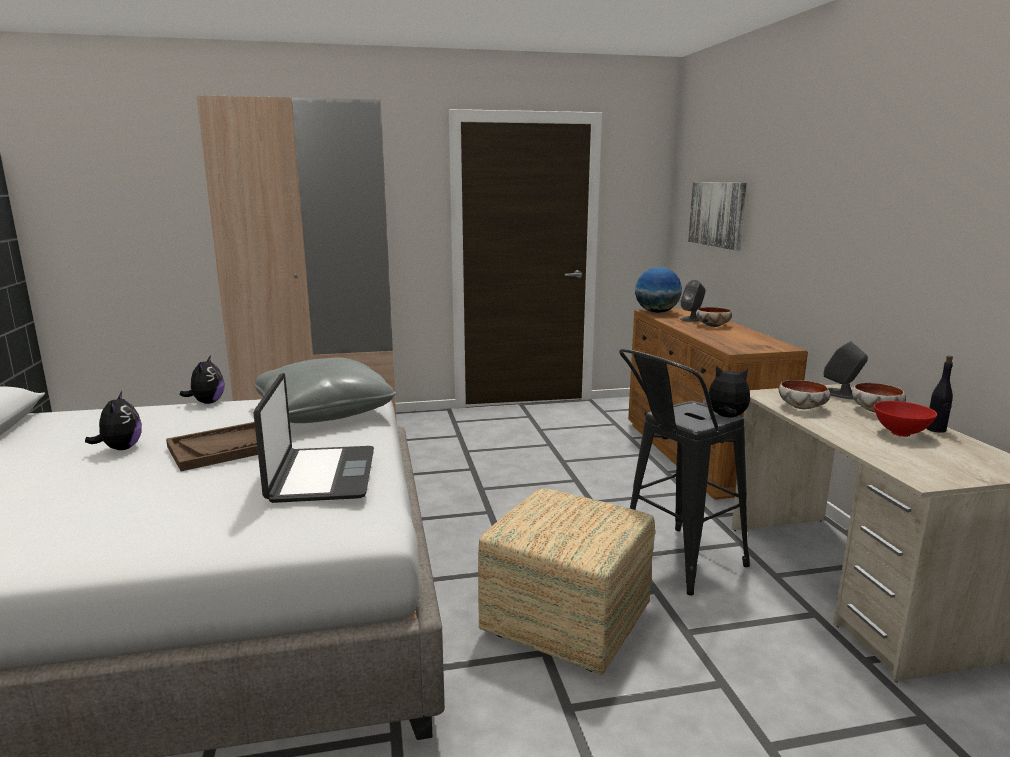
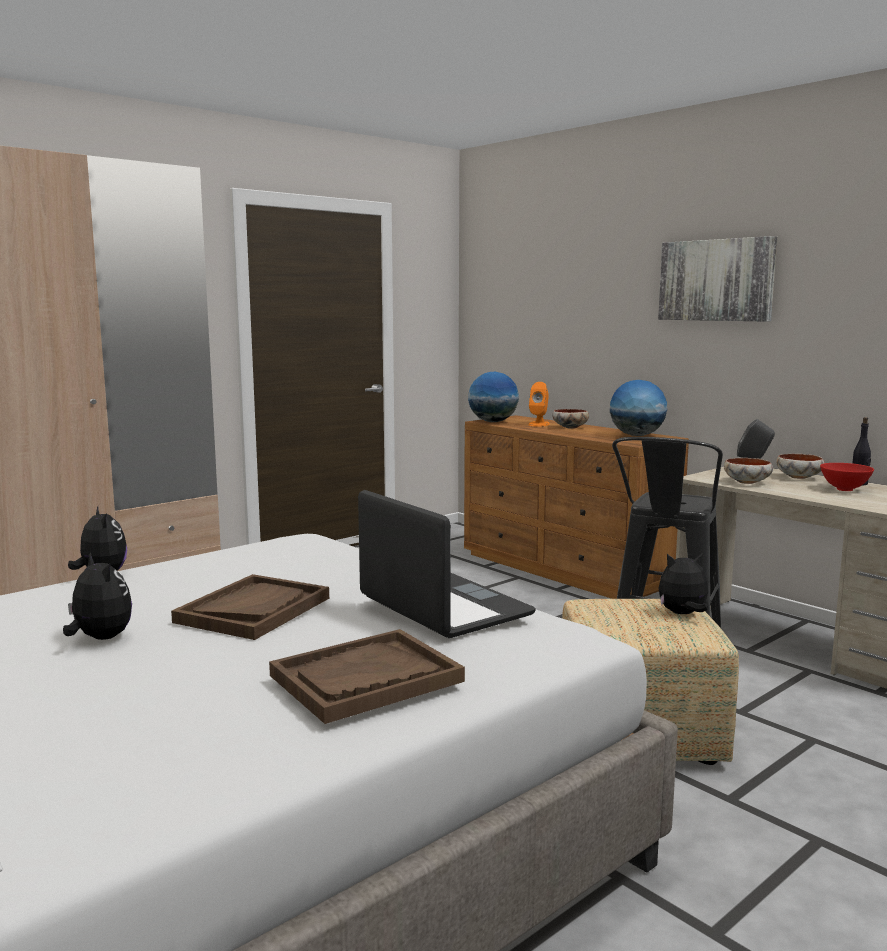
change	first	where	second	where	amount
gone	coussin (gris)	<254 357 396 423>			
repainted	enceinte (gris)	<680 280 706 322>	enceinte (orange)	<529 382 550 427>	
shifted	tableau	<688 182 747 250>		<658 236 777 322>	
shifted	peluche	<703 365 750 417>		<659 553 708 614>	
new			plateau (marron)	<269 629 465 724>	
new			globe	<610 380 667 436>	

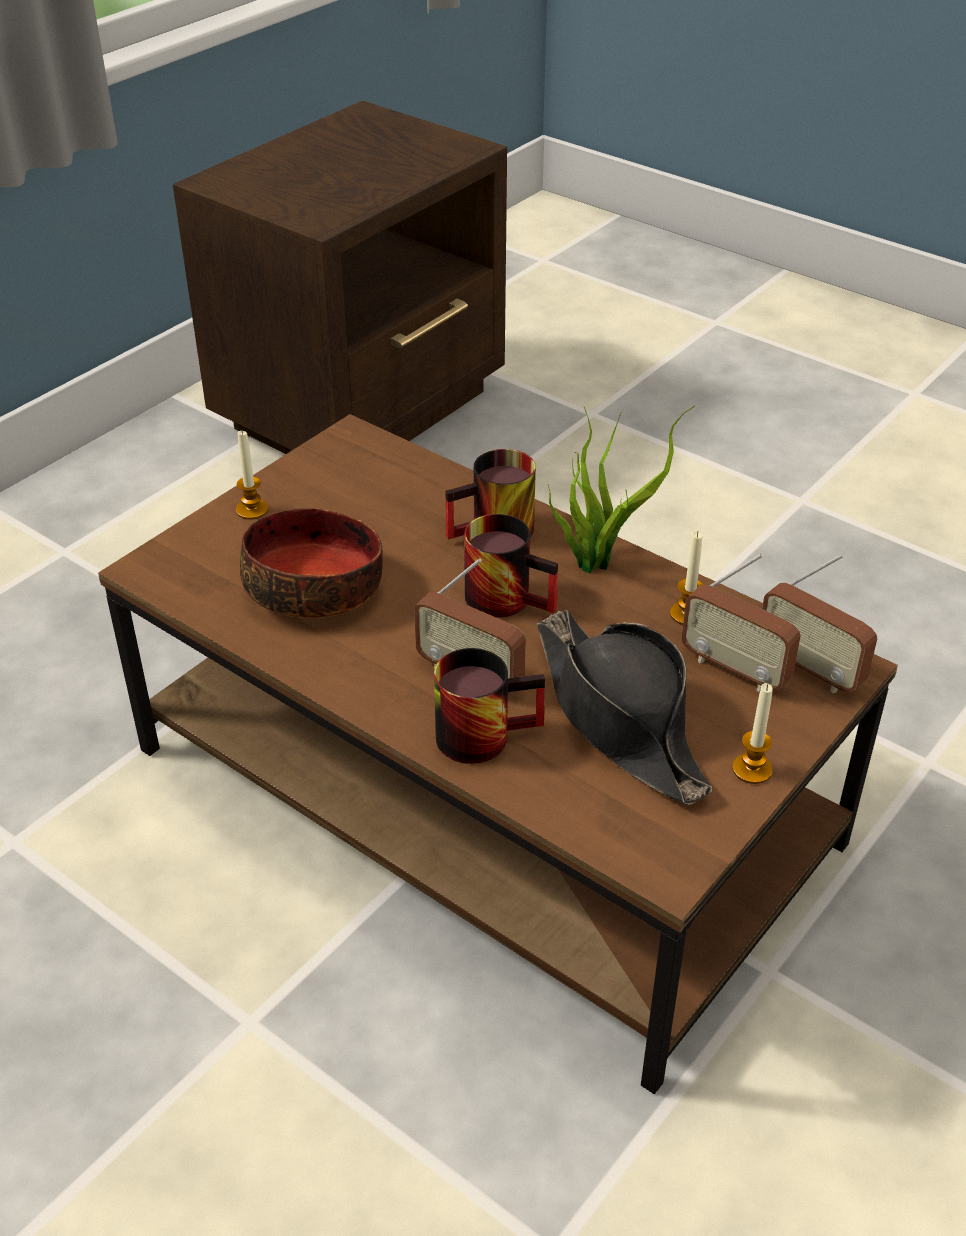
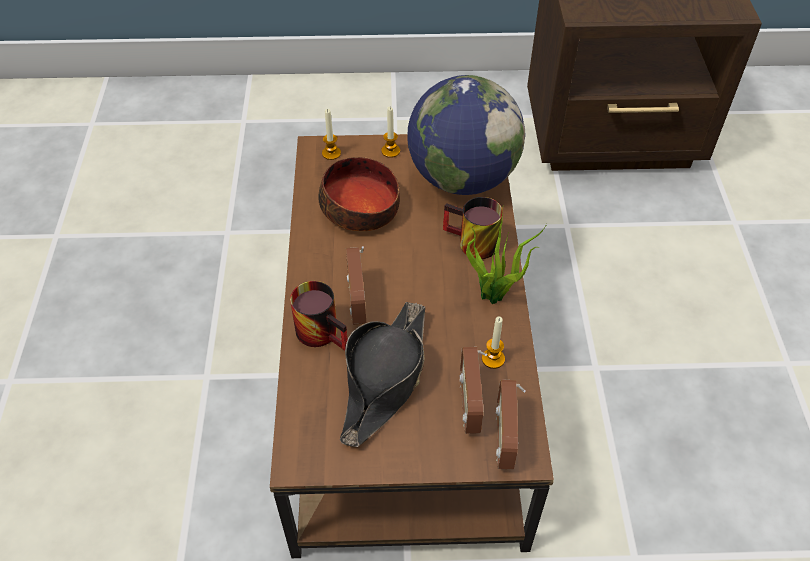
change	first	where	second	where	amount
gone	mug	<464 514 558 618>			
shifted	bougie	<732 683 773 784>		<322 109 341 160>	
new			globe	<407 75 525 195>	

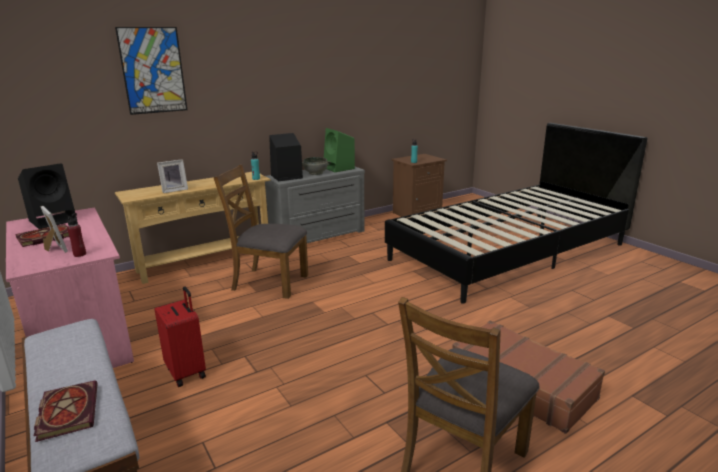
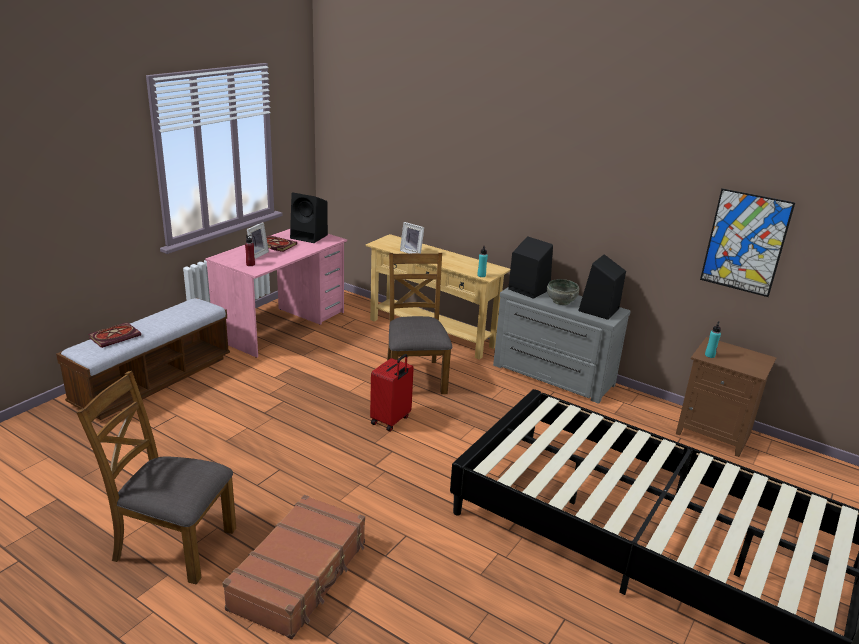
change	first	where	second	where	amount
shifted	tableau	<115 27 187 115>		<700 188 795 297>	
shifted	valise (rouge)	<154 286 206 387>		<370 354 414 432>	
repainted	enceinte (vert)	<324 128 355 172>	enceinte (noir)	<578 254 626 320>	

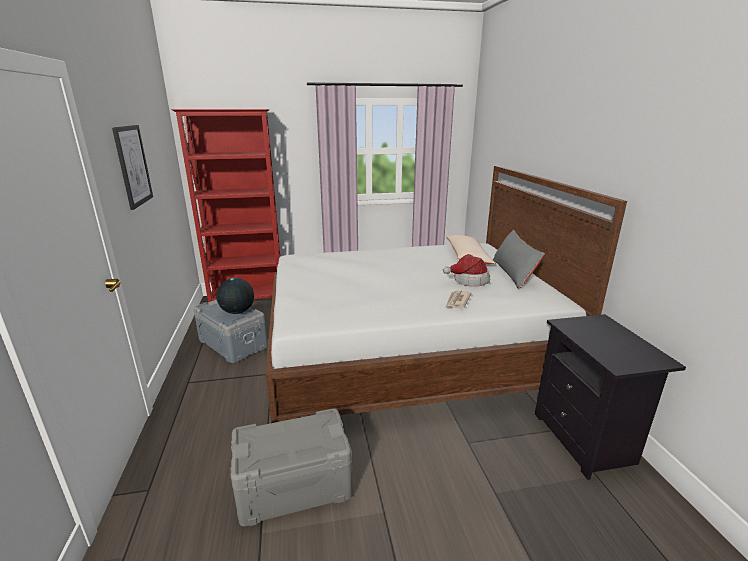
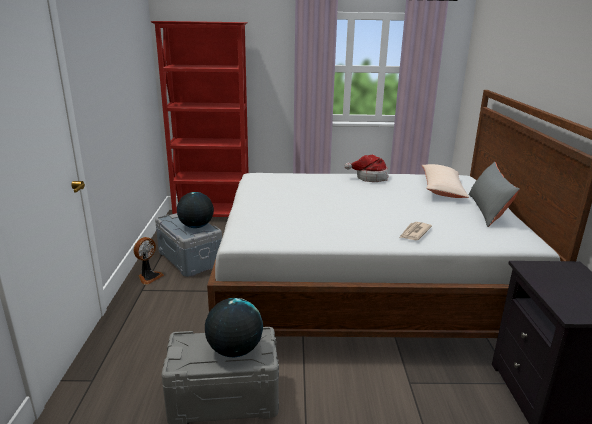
change	first	where	second	where	amount
gone	tableau	<112 125 153 210>			
shifted	chapeau	<443 254 490 286>		<345 154 388 182>	
new			ventilateur	<134 237 164 284>	
new			globe	<205 298 263 357>	

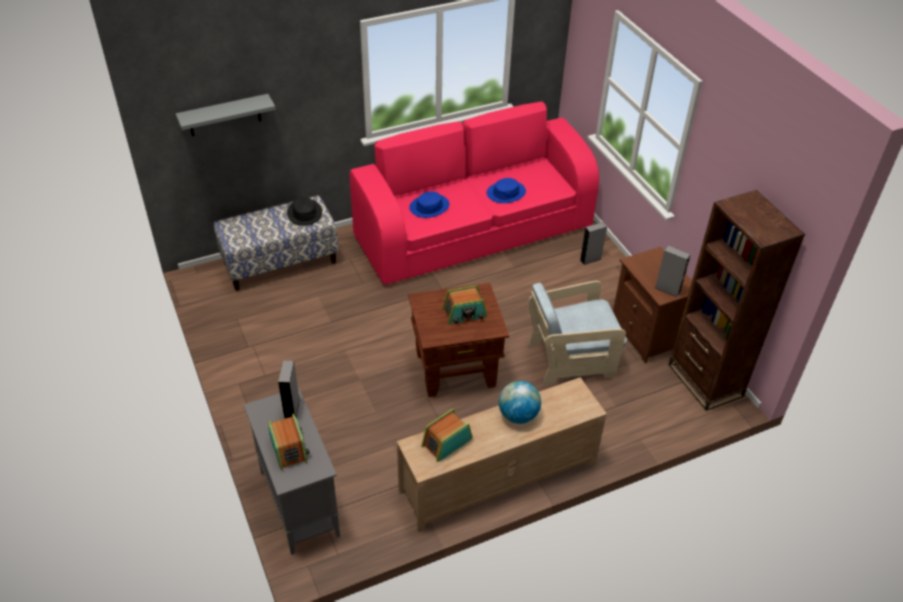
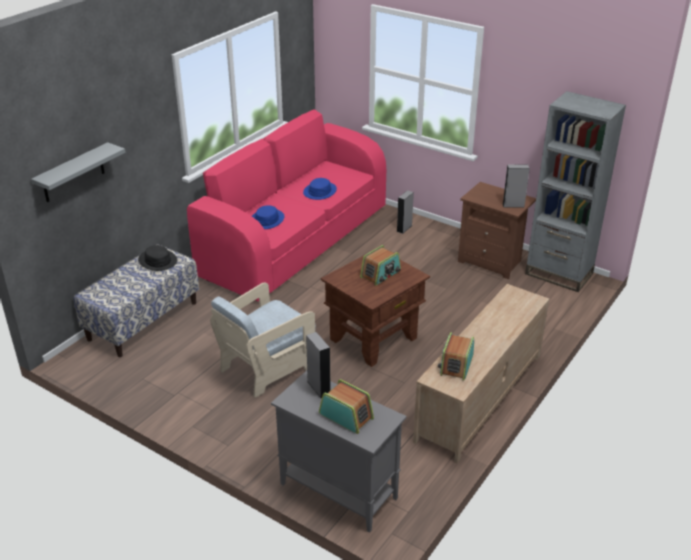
change	first	where	second	where	amount
gone	globe	<499 381 541 424>			
shifted	fauteuil (beige)	<528 281 627 385>		<210 282 316 397>	
repainted	bibliothèque (marron)	<668 190 805 411>	bibliothèque (gris)	<525 91 626 292>	

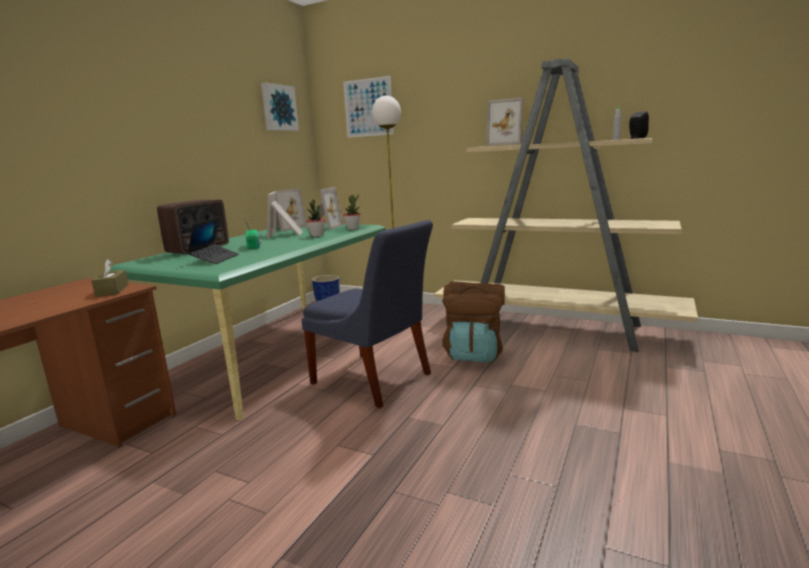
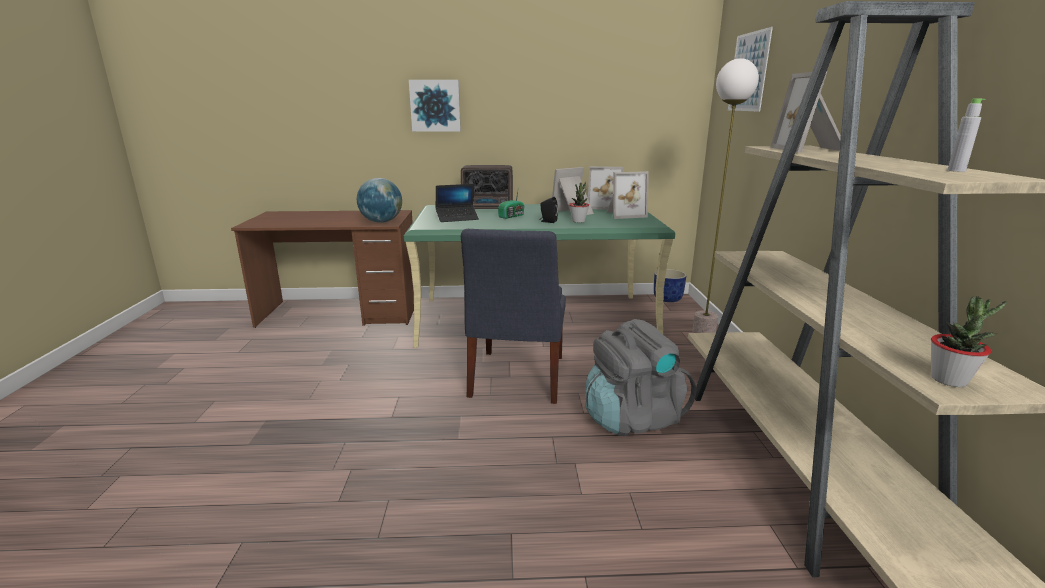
change	first	where	second	where	amount
swapped	boîte à mouchoirs (marron)	<91 259 129 297>	globe	<357 178 402 223>	
shifted	tableau	<261 83 299 131>		<409 80 461 132>	
shifted	plante en pot	<343 194 361 230>		<931 296 1007 387>	
repainted	sac à dos (marron)	<442 281 505 362>	sac à dos (gris)	<585 319 696 436>	
shifted	enceinte (noir)	<629 111 649 139>		<539 197 558 223>	

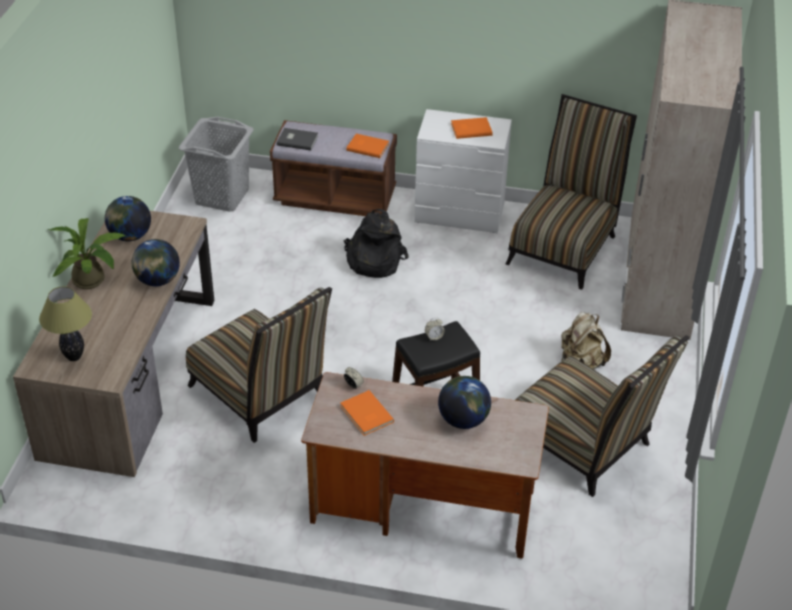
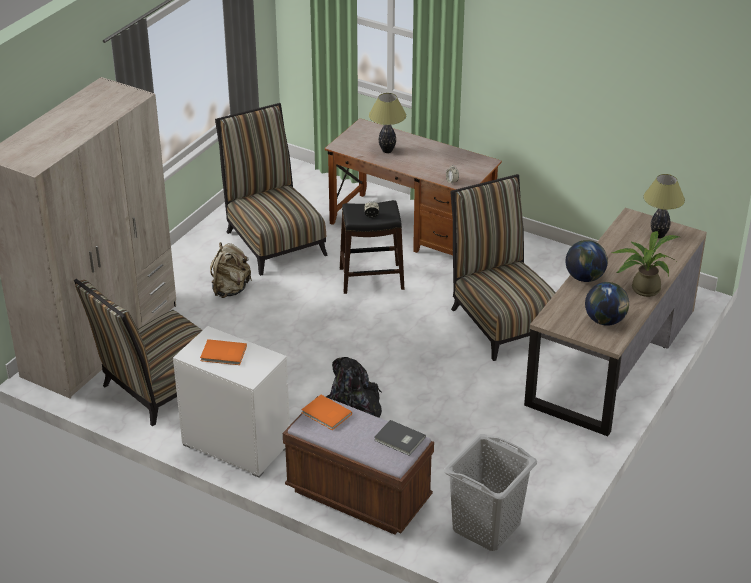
change	first	where	second	where	amount
gone	livre (orange)	<340 390 394 436>			
swapped	globe	<438 376 491 429>	lampe de table	<369 93 406 153>	

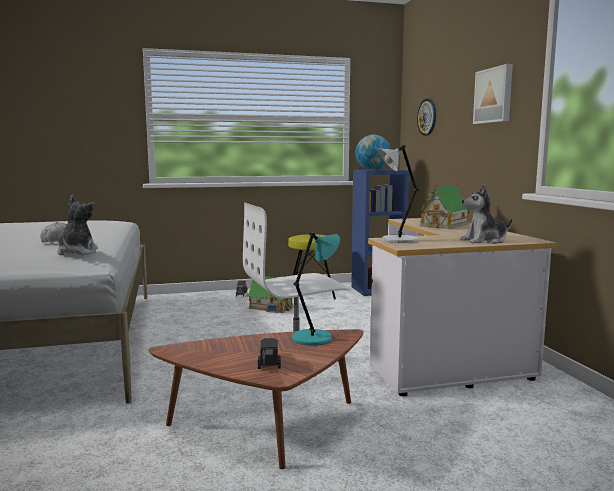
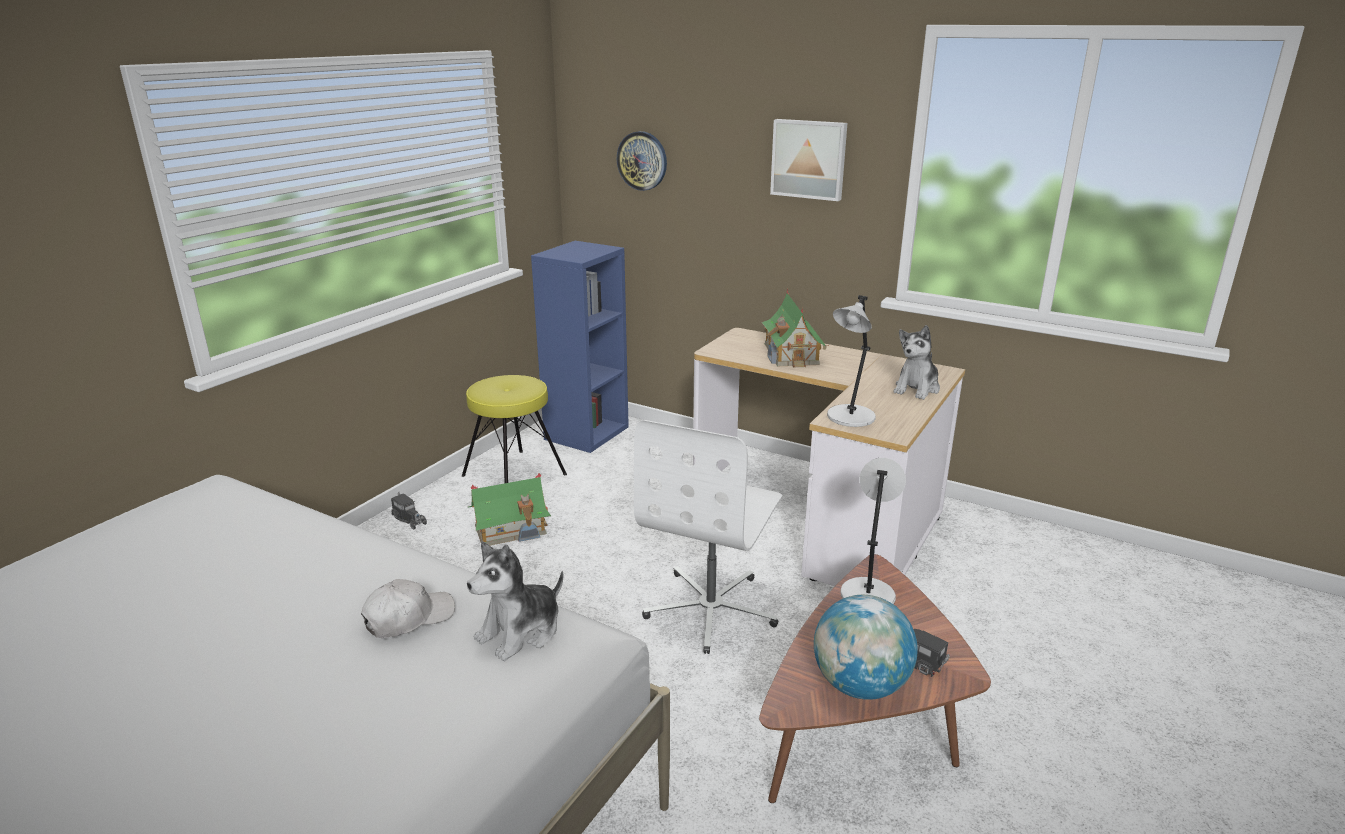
change	first	where	second	where	amount
rotated	peluche	<57 195 98 255>		<467 541 563 661>	90 degrees counterclockwise
repainted	lampe de table (turquoise)	<292 232 340 346>	lampe de table (gris)	<841 458 906 604>	
shifted	globe	<355 135 390 170>		<814 595 918 700>	

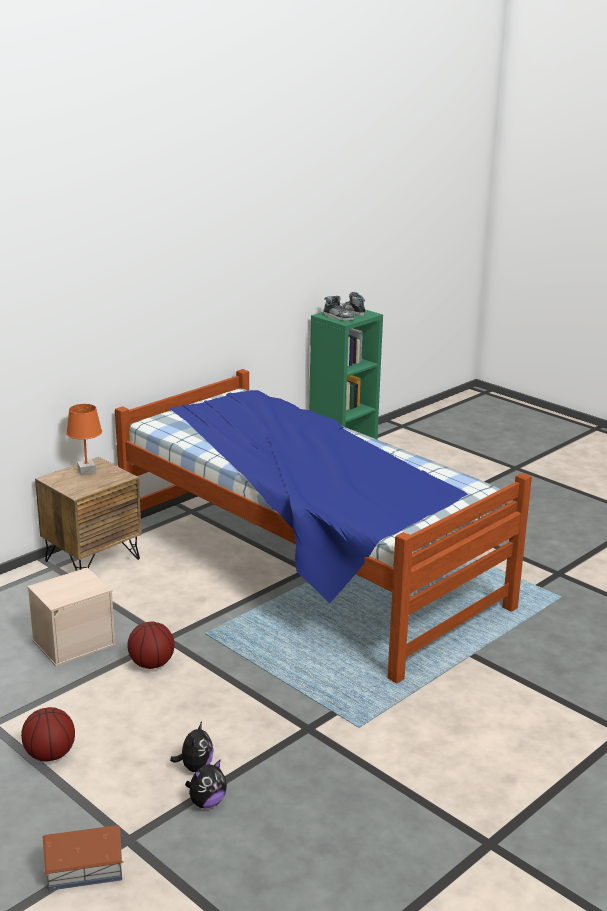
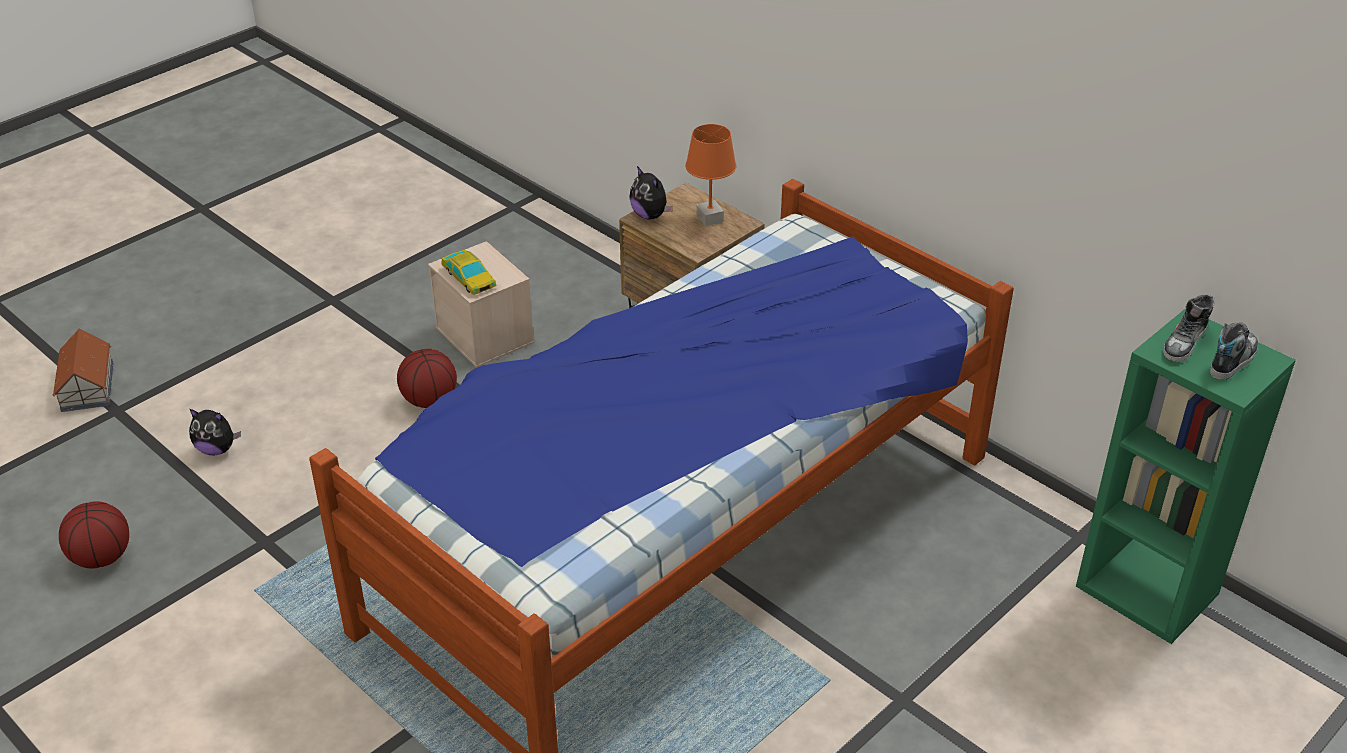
change	first	where	second	where	amount
shifted	ballon de basket	<21 707 75 762>		<59 501 129 569>	
shifted	peluche	<185 760 227 808>		<629 166 673 219>	
new			petite voiture	<441 250 496 295>	

